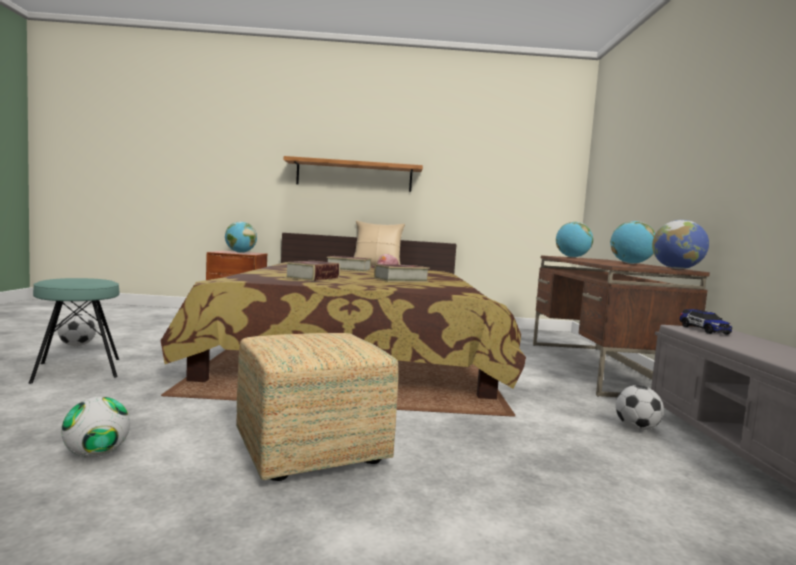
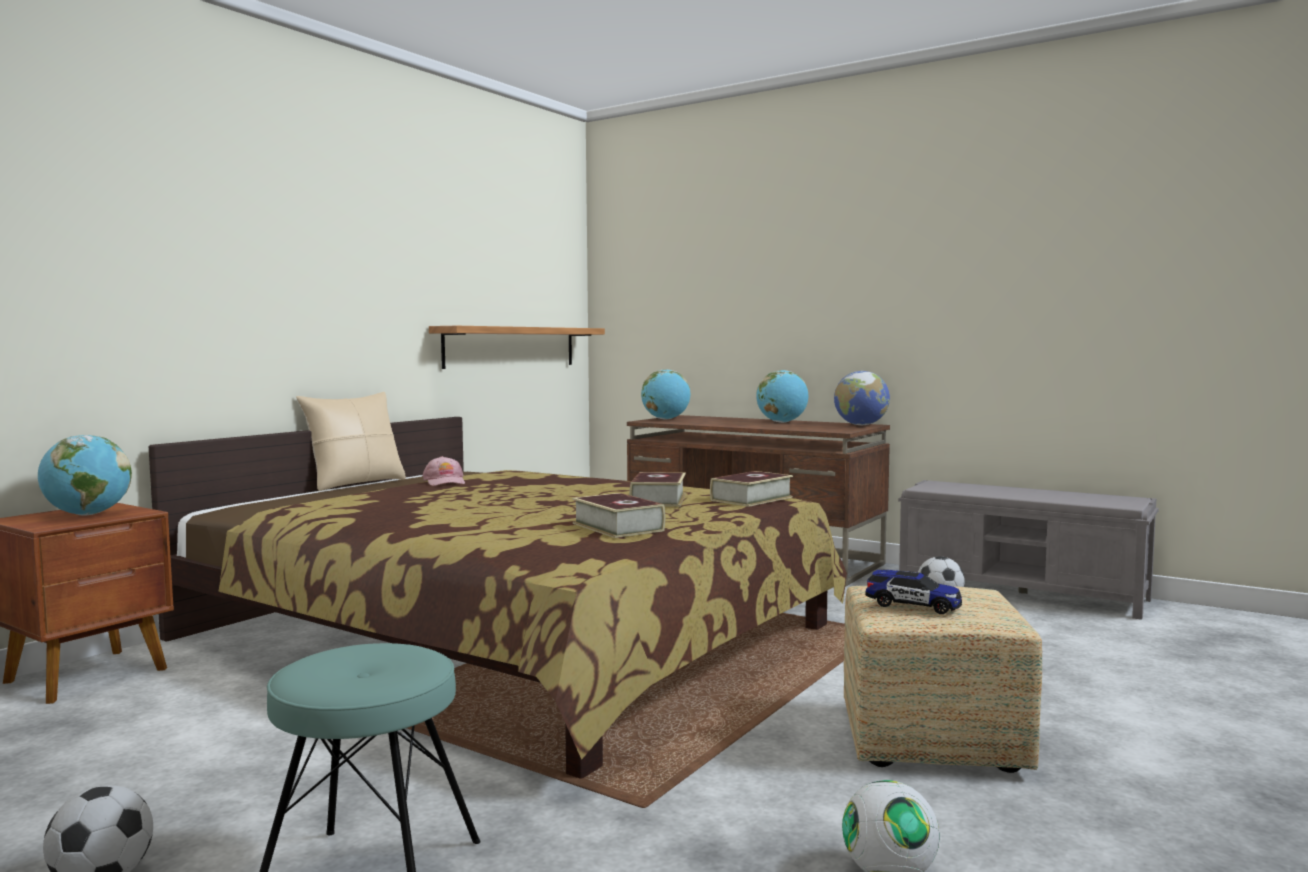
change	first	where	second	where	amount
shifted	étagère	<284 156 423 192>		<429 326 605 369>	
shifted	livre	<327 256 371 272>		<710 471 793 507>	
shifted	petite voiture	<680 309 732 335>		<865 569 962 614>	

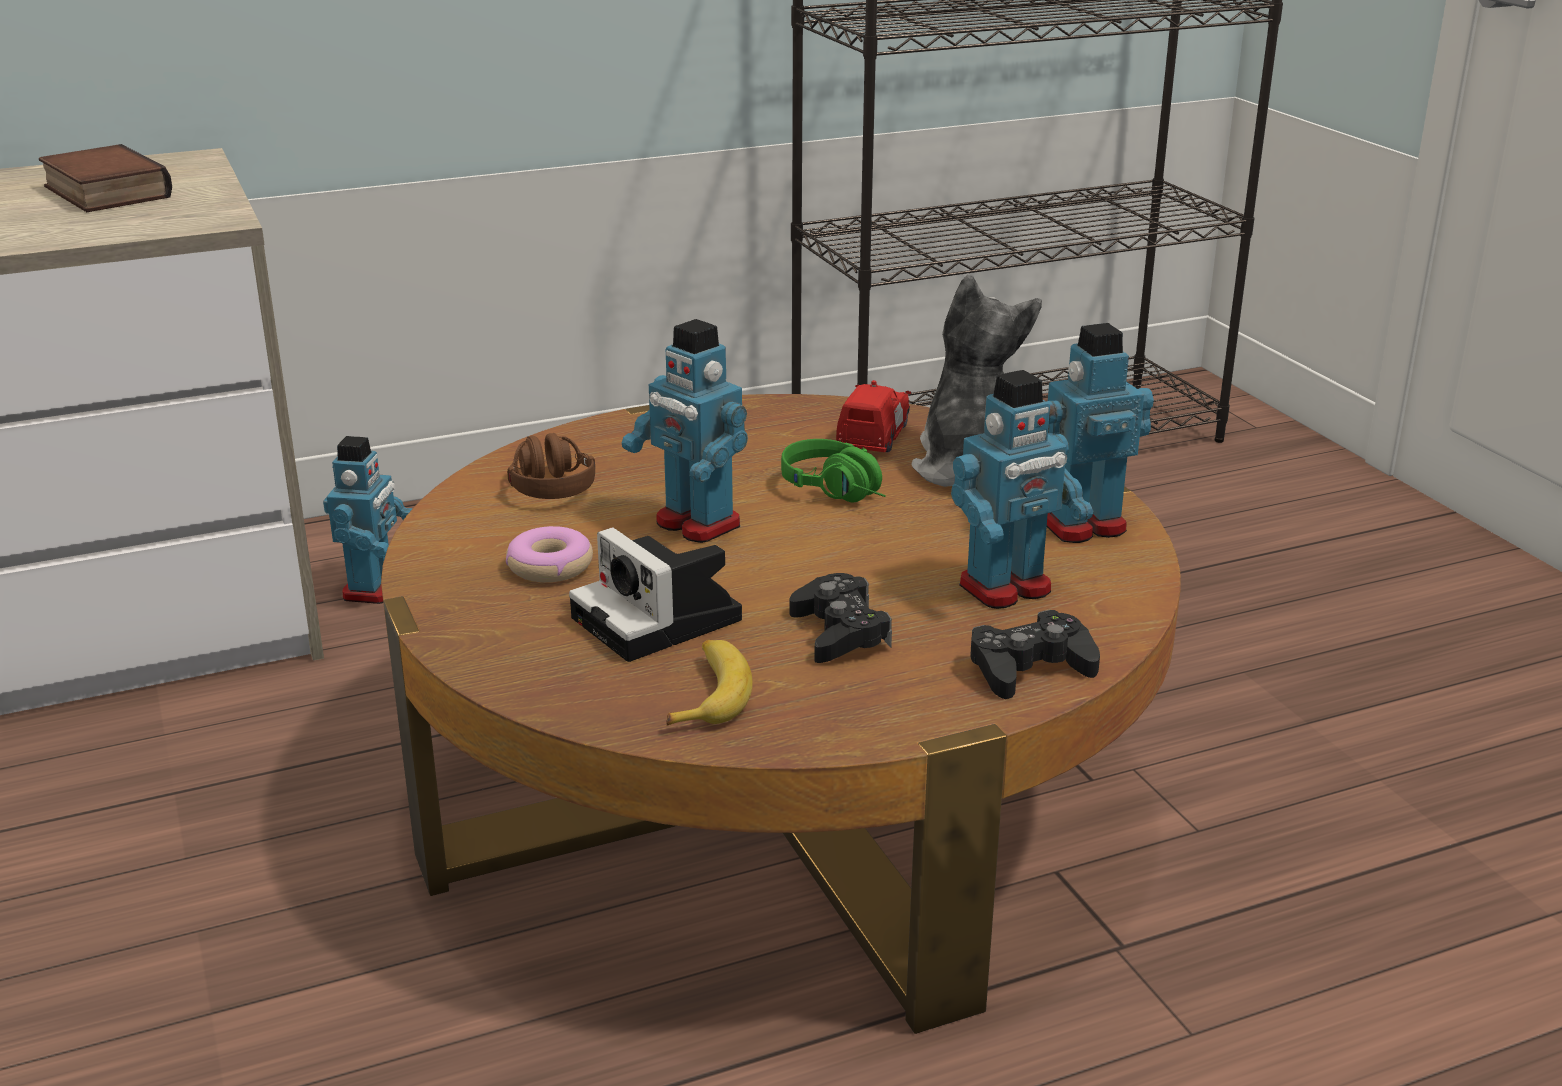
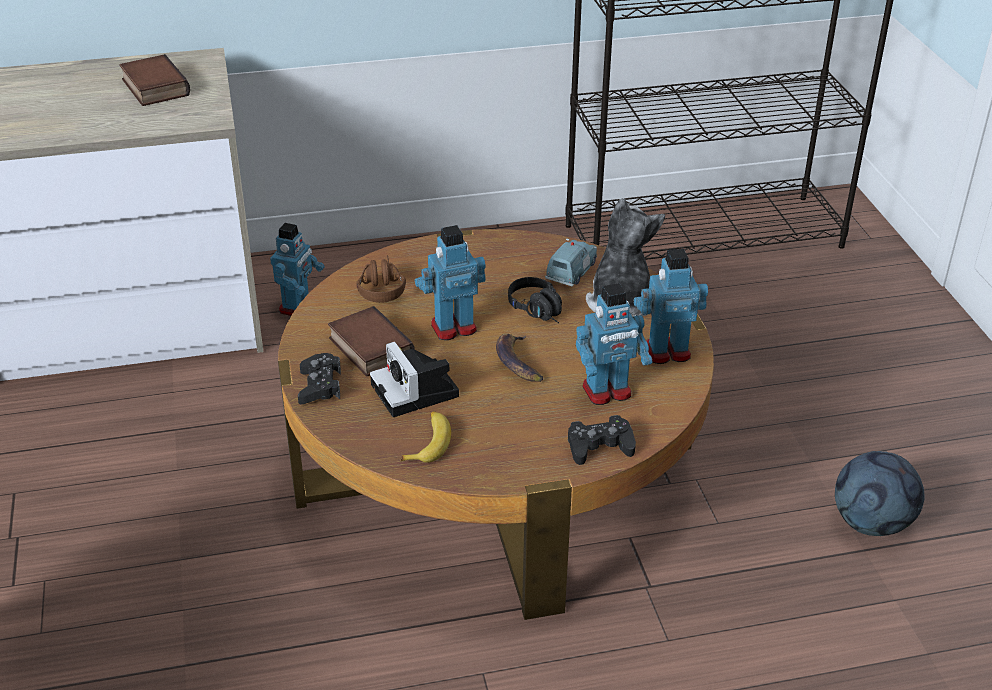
change	first	where	second	where	amount
swapped	beignet	<506 526 593 582>	livre	<328 306 415 377>	
rotated	robot jouet	<622 319 748 543>		<415 225 486 340>	105 degrees clockwise
repainted	casque audio (vert)	<781 439 886 503>	casque audio (noir)	<508 277 562 323>	
shifted	manette (noir)	<789 573 892 663>		<298 353 341 404>	
repainted	petite voiture (rouge)	<836 380 911 452>	petite voiture (bleu)	<545 239 597 286>	
new			banane	<496 334 543 382>	
new			ballon de foot	<835 451 924 536>	

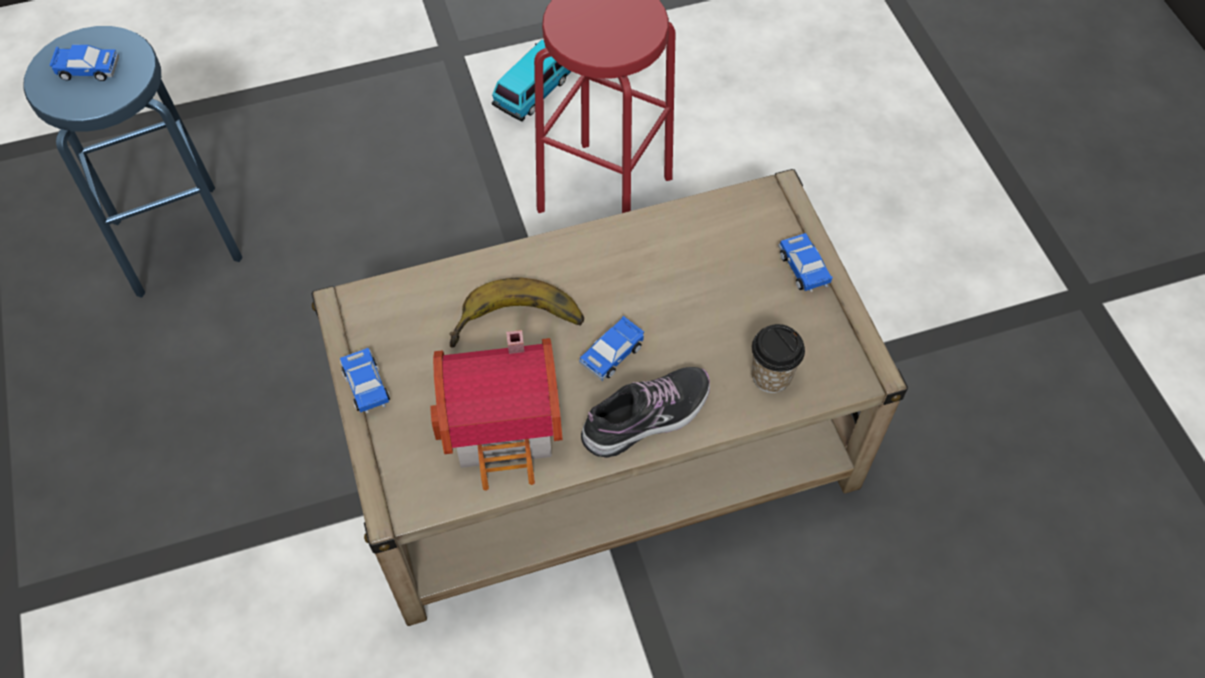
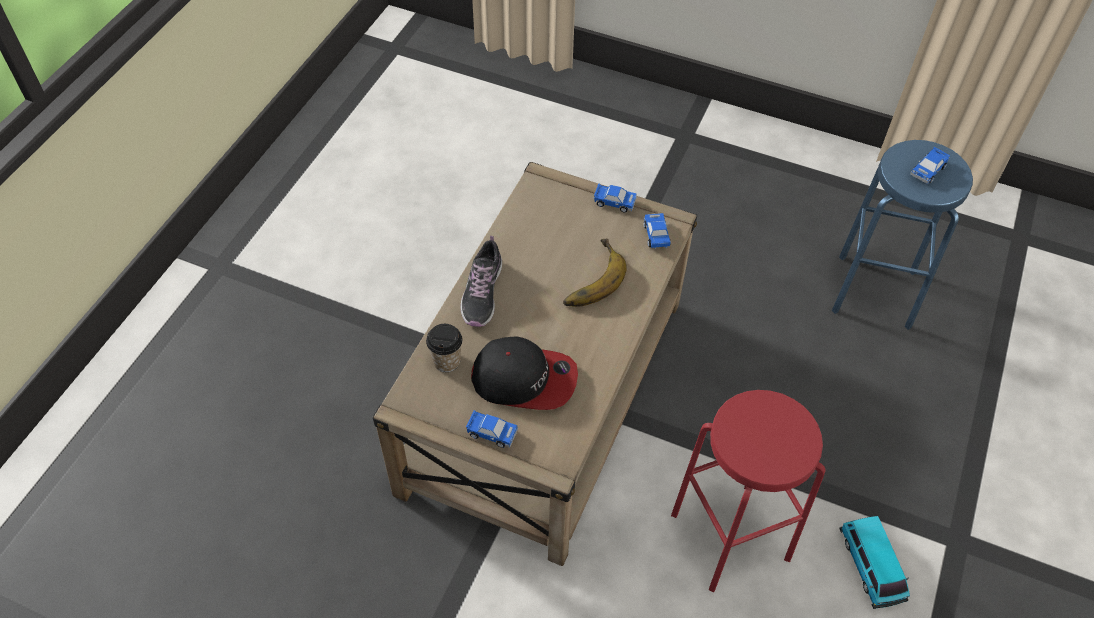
change	first	where	second	where	amount
gone	maison miniature	<430 330 562 491>			
shifted	petite voiture	<579 316 644 381>		<643 213 671 249>	
new			casquette	<471 336 578 410>	

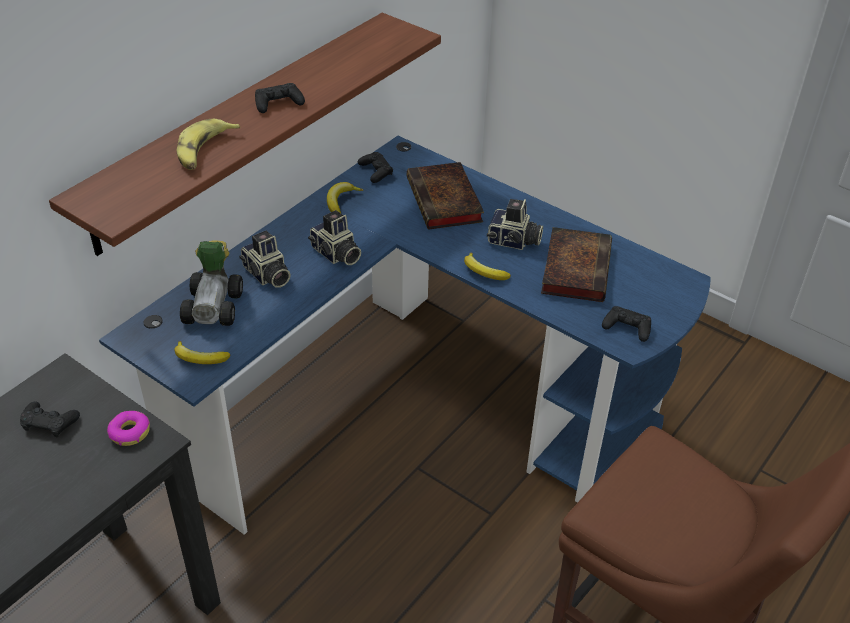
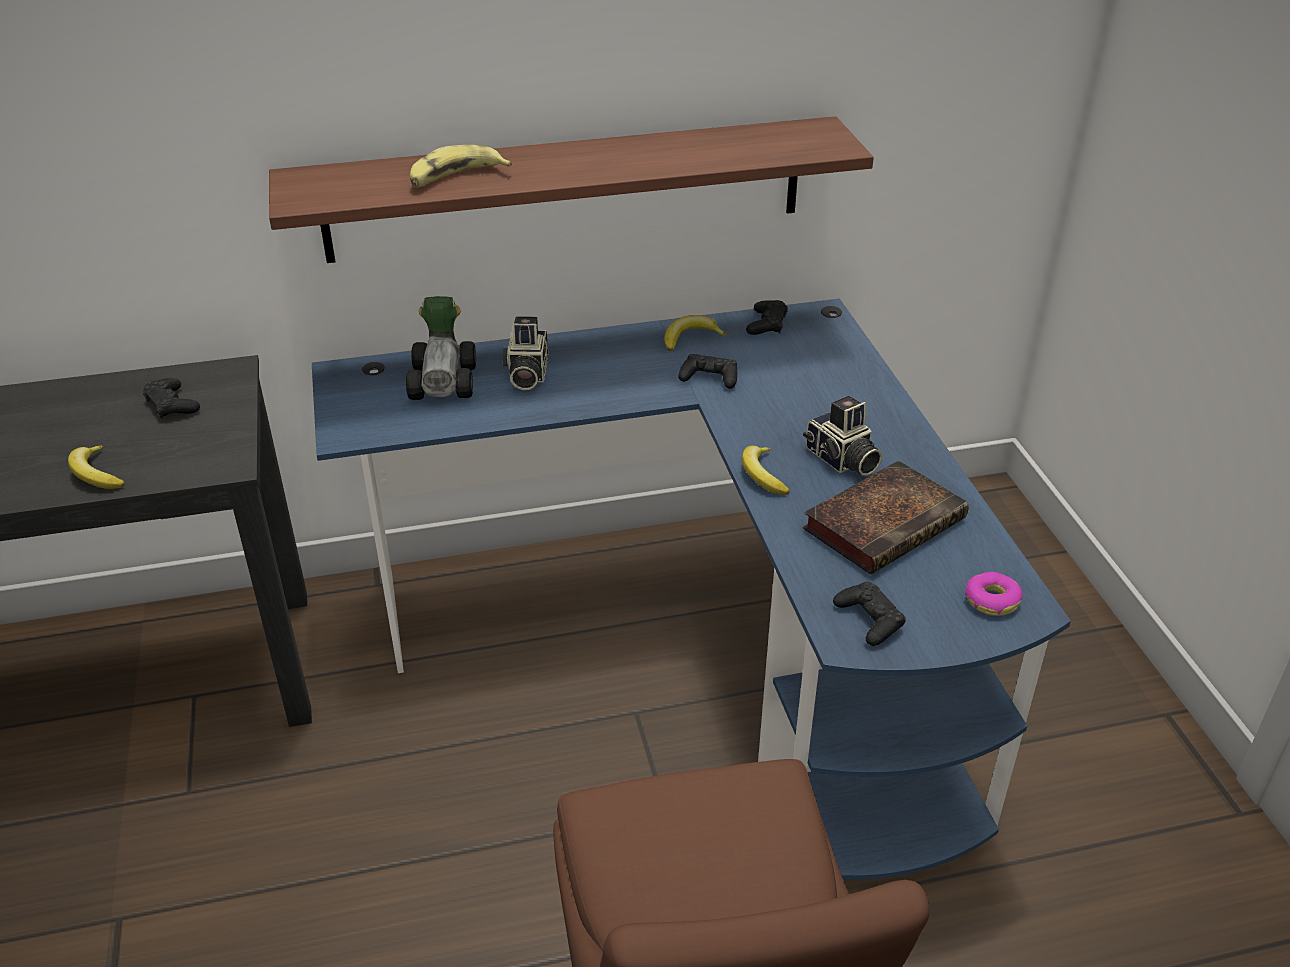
change	first	where	second	where	amount
shifted	beignet	<107 411 150 446>		<965 572 1023 616>	
shifted	banane	<175 341 230 364>		<68 445 125 489>	
rotated	petite voiture	<180 241 243 326>		<406 296 476 400>	45 degrees counterclockwise
shifted	manette (noir)	<255 83 305 113>		<678 354 737 389>	
gone	appareil photo	<308 210 361 265>			
gone	livre	<406 162 484 230>			

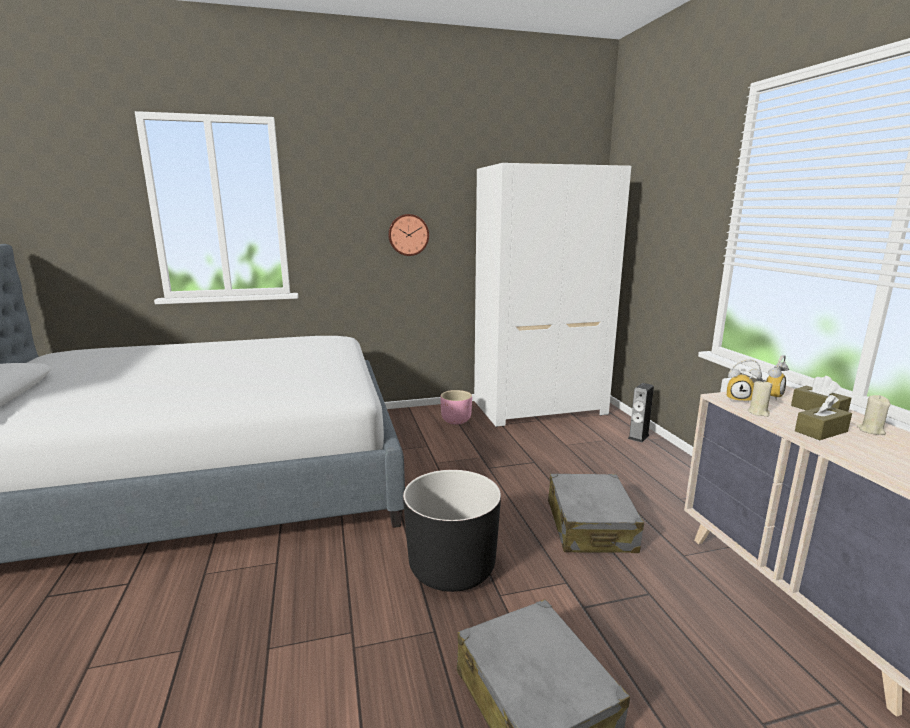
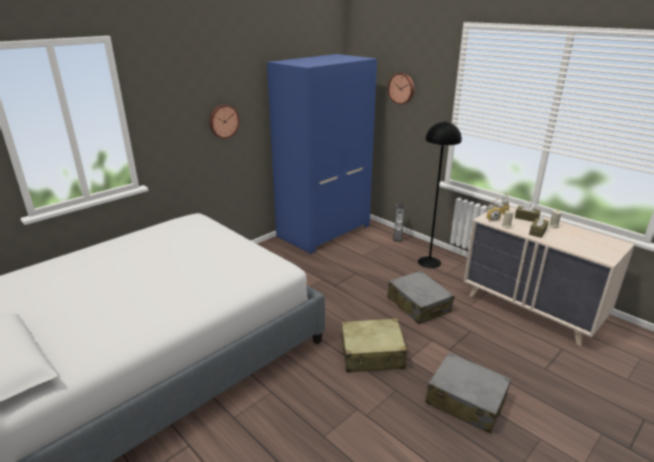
change	first	where	second	where	amount
swapped	cache-pot (noir)	<403 470 501 592>	valise (beige)	<341 318 408 373>	
gone	cache-pot (rose)	<440 390 472 425>			
repainted	armoire (blanc)	<474 163 631 427>	armoire (bleu)	<267 54 377 254>	
new			horloge murale	<388 73 414 104>	
new			lampadaire (noir)	<418 121 462 268>	

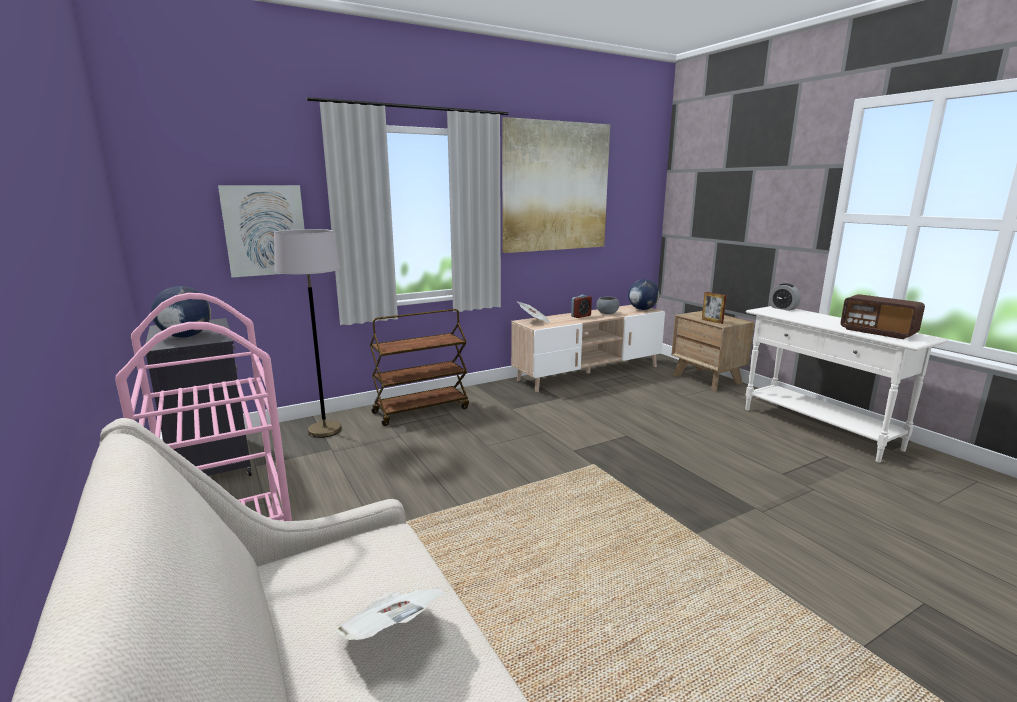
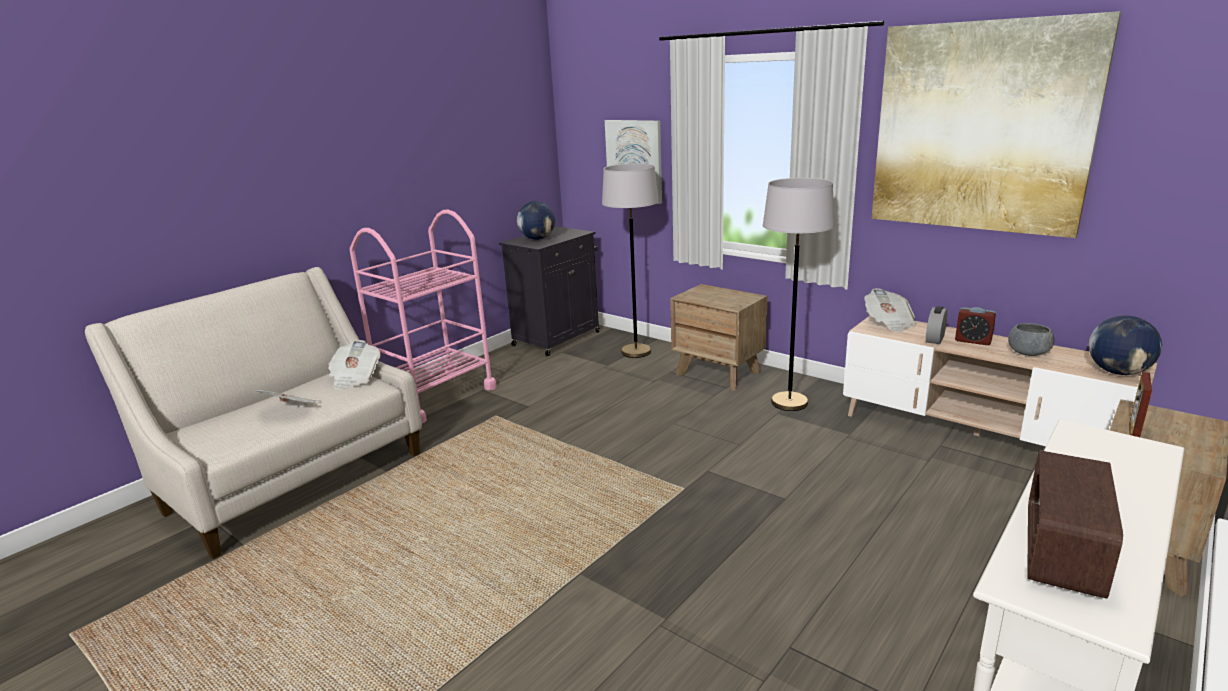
change	first	where	second	where	amount
swapped	chariot (marron)	<370 309 469 426>	table de chevet (marron)	<670 284 768 390>	
shifted	réveil	<769 283 801 311>		<926 306 947 344>	
new			journal	<328 340 381 390>	
new			lampadaire (gris)	<763 178 835 411>	

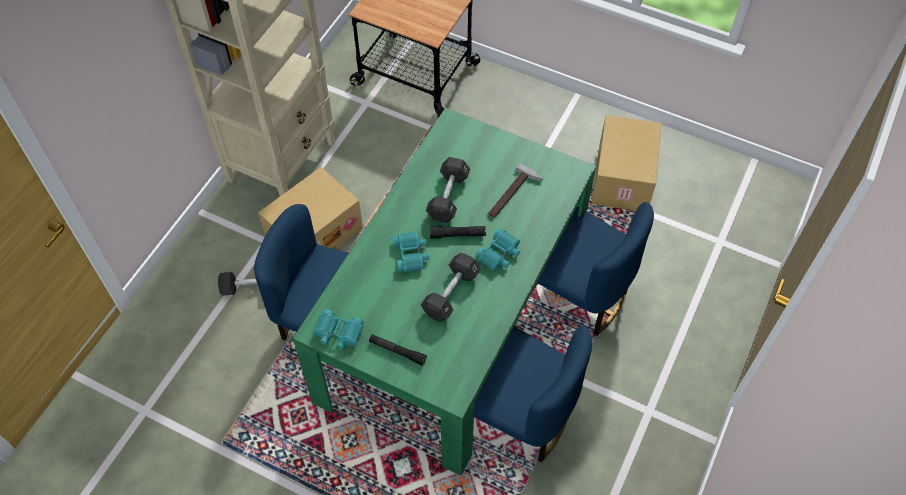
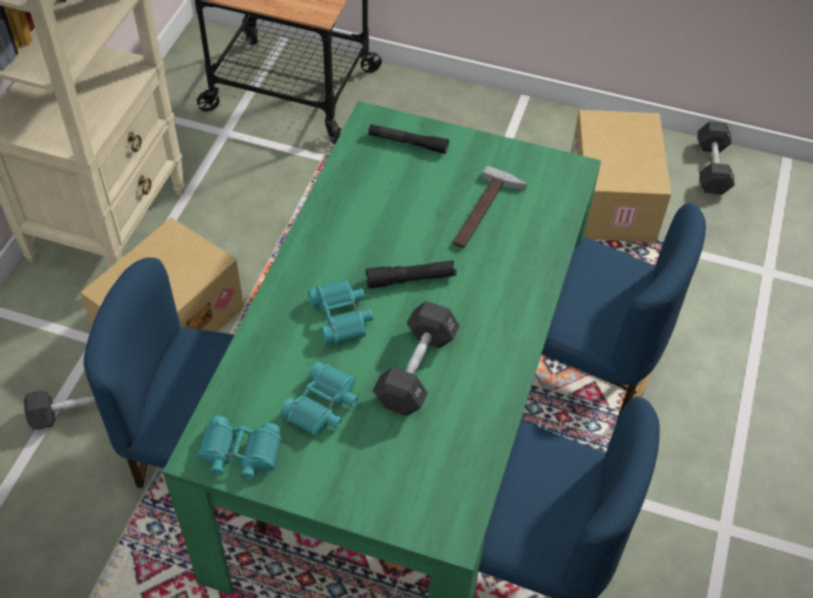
change	first	where	second	where	amount
shifted	lampe de poche (noir)	<369 334 427 366>		<368 124 449 154>	
shifted	haltère (noir)	<426 157 470 223>		<697 121 735 195>	
shifted	jumelles (turquoise)	<475 228 520 271>		<281 362 358 436>	

